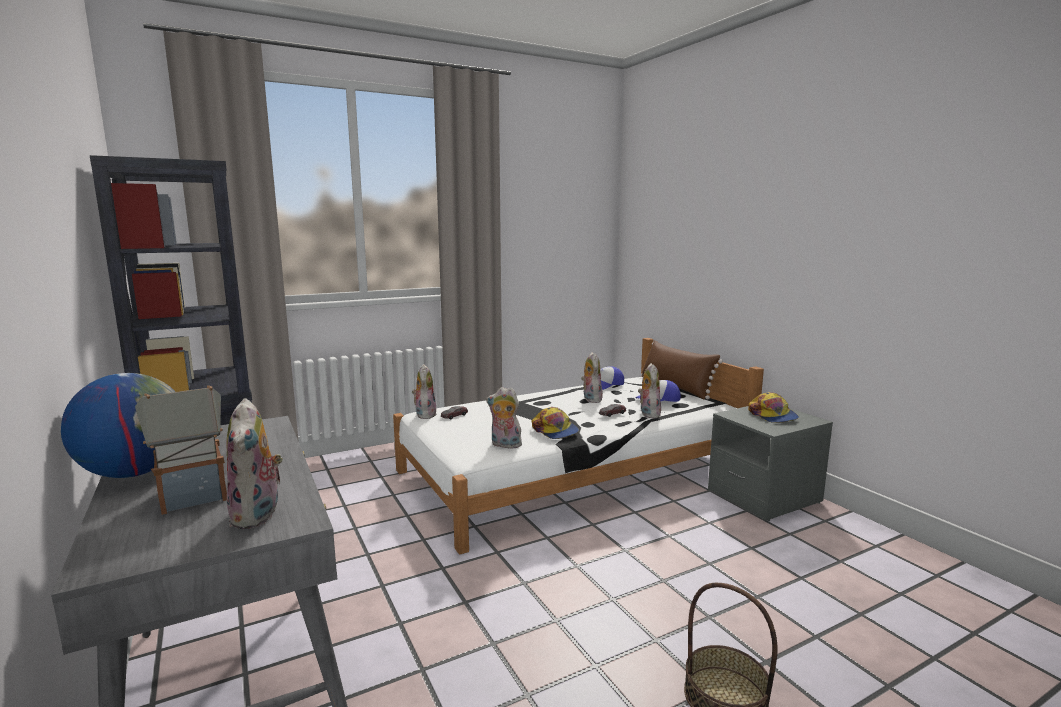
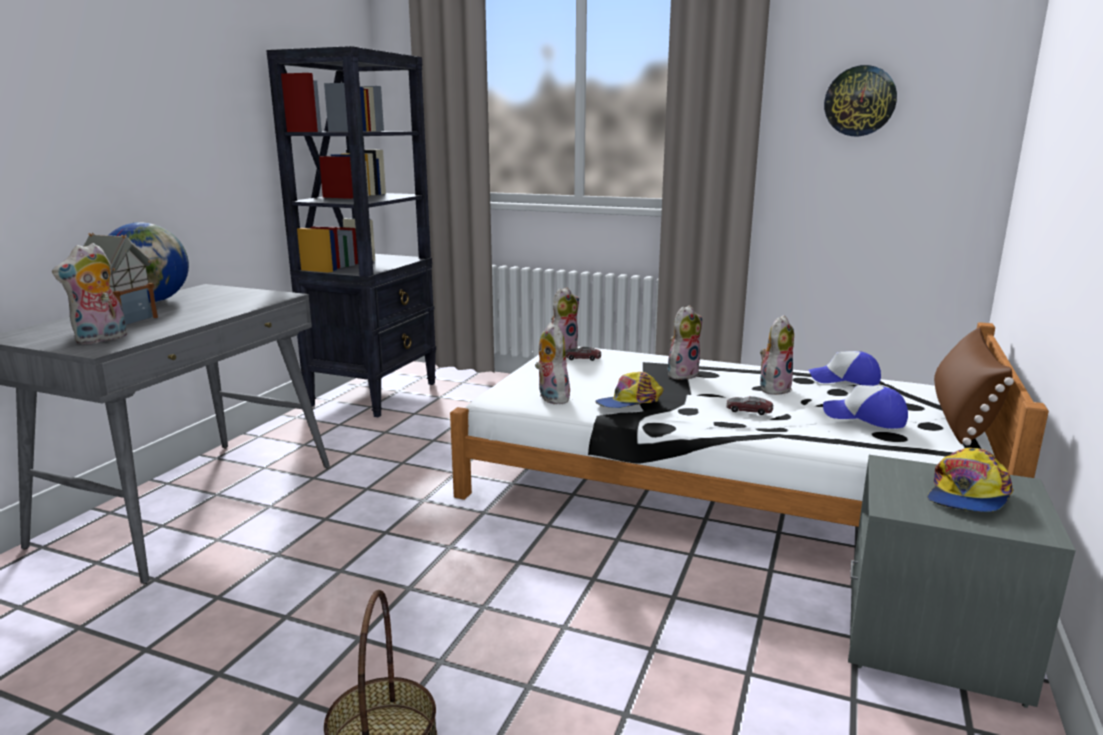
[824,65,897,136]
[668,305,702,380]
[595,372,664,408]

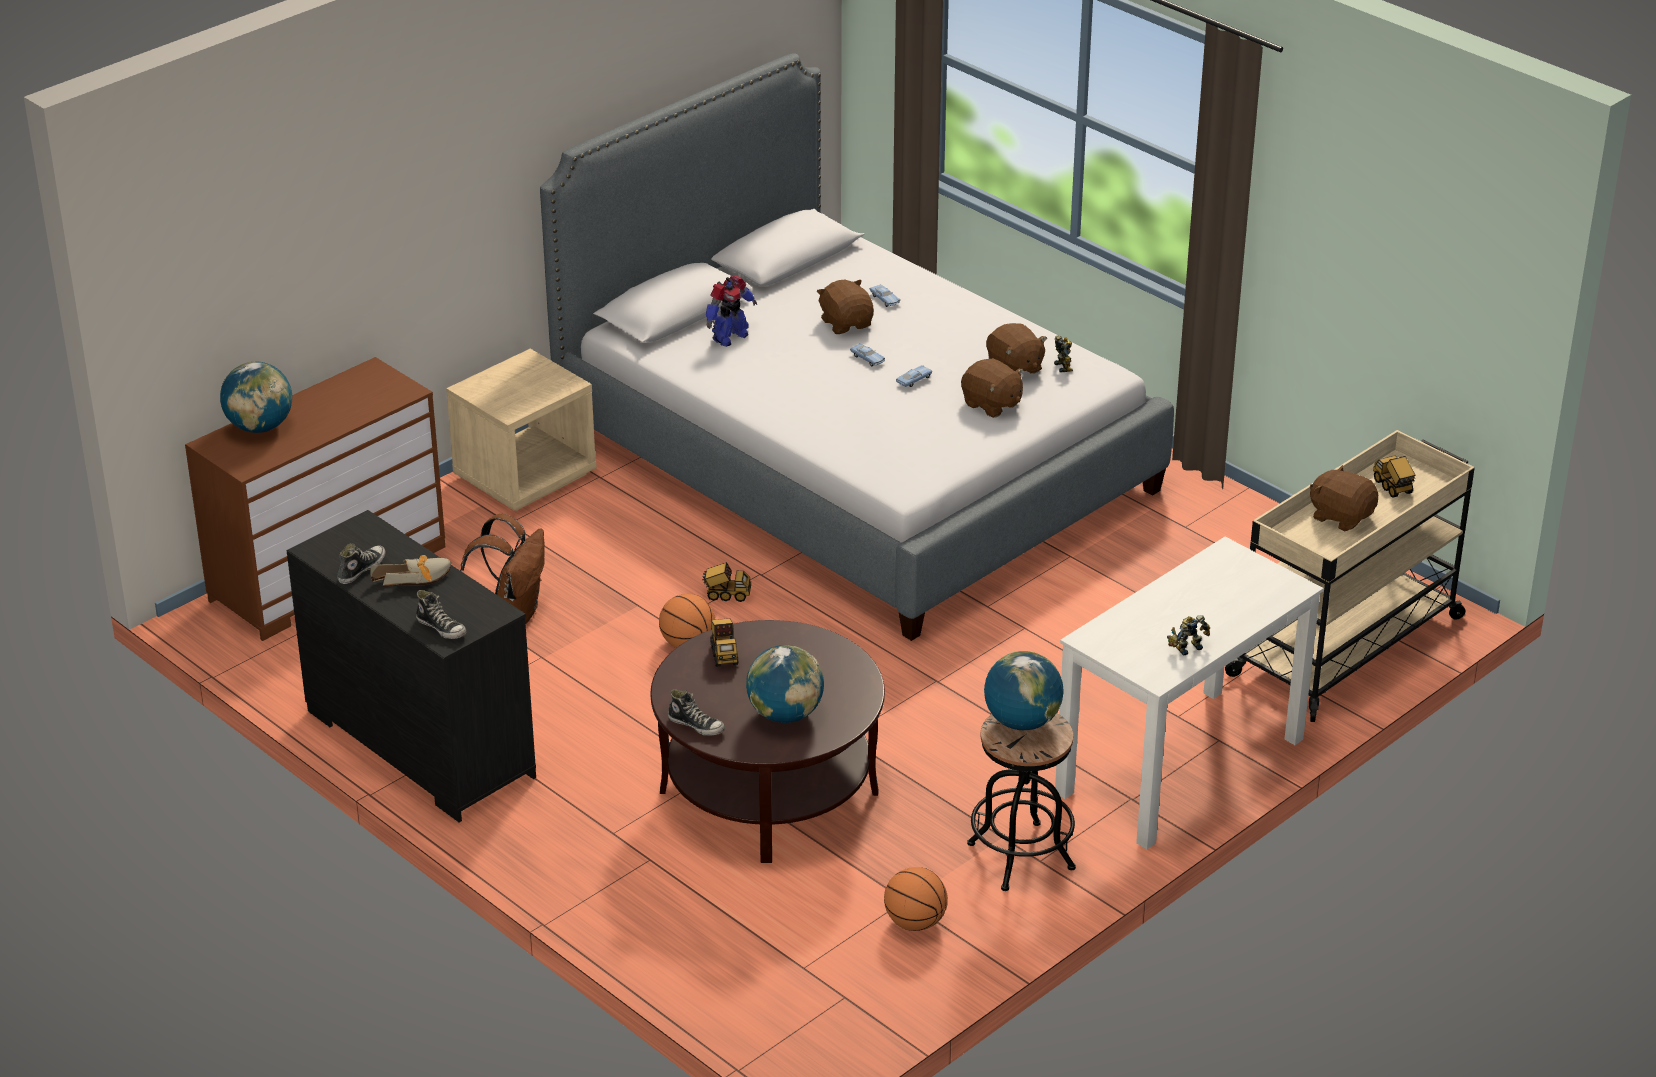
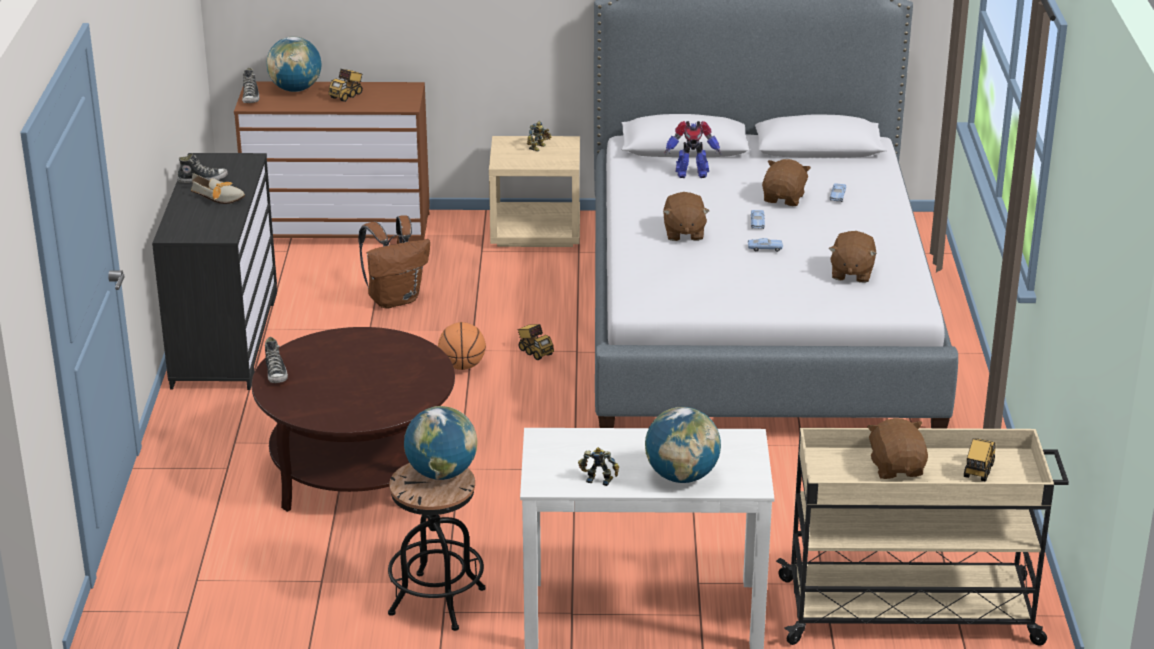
[884,867,948,931] (first image)
[242,68,259,103]
[329,69,363,102]
[645,407,721,483]
[663,192,709,241]
[527,121,551,151]

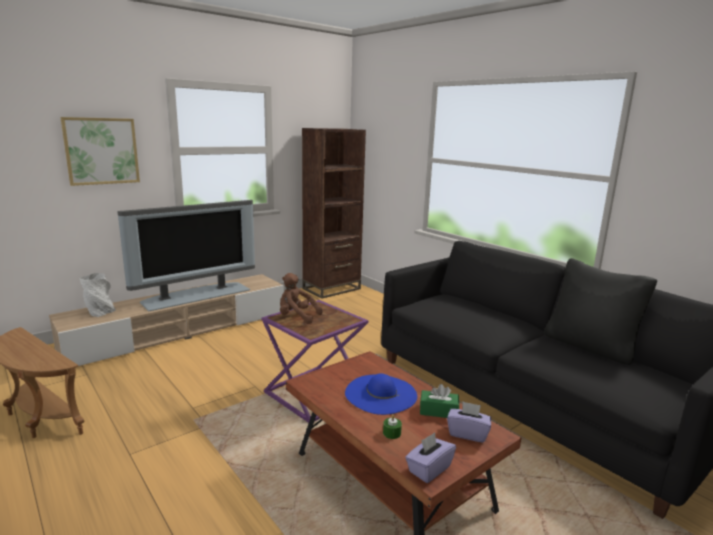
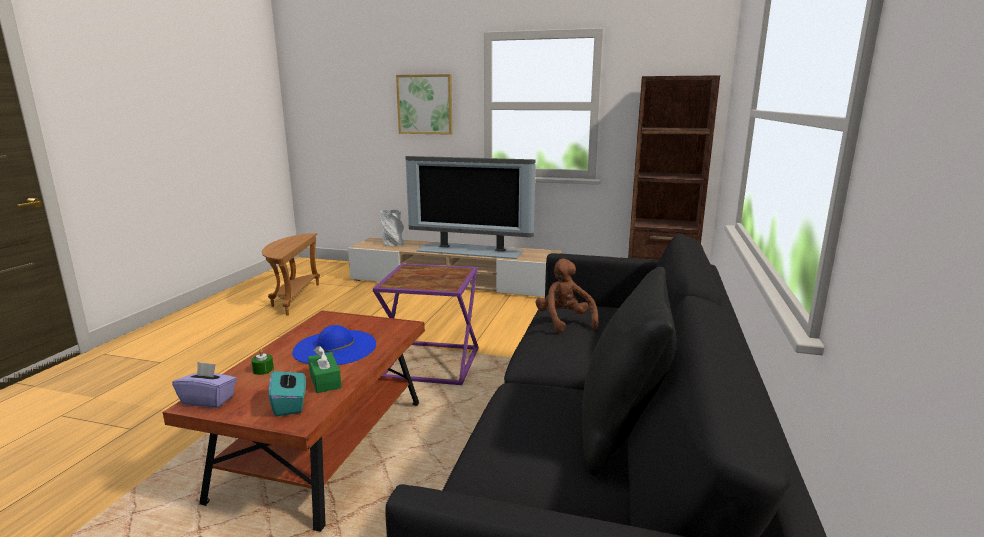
[535,259,598,333]
[268,367,306,416]

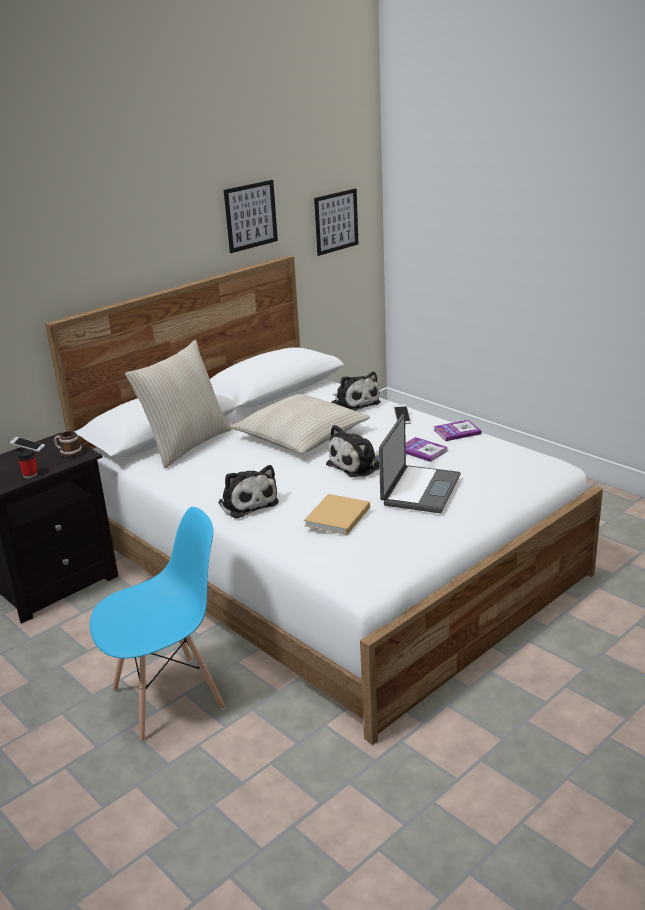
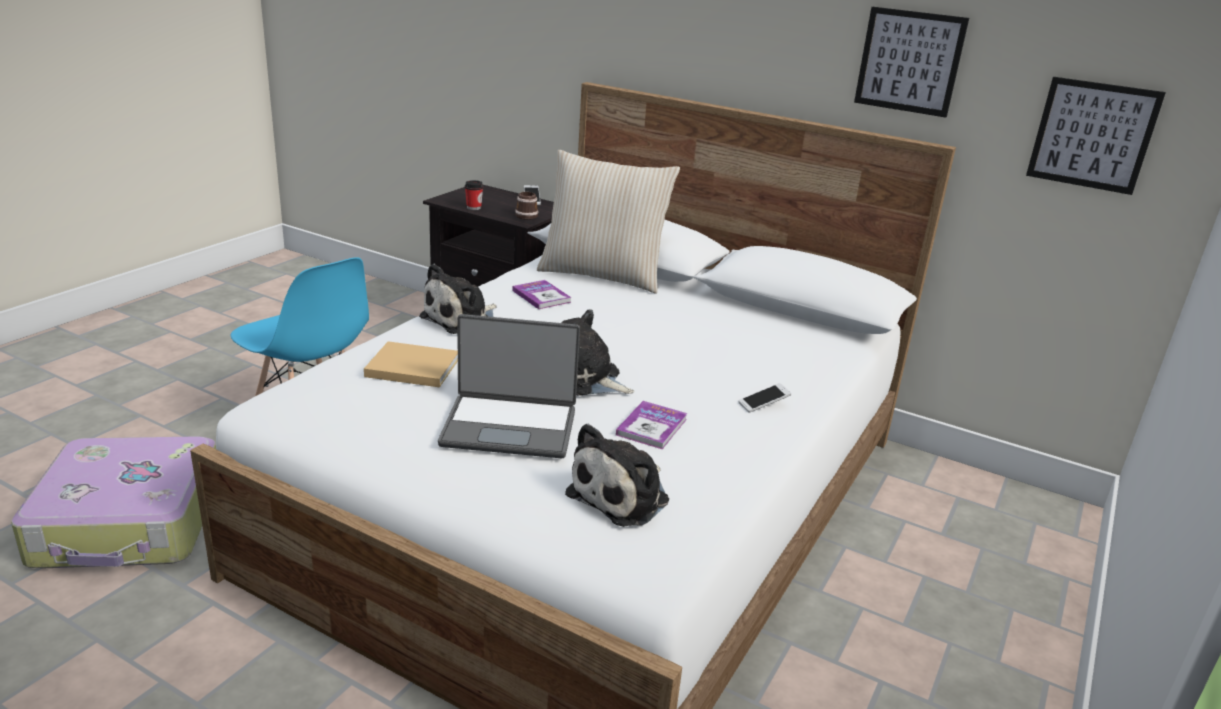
[230,393,370,454] (first image)
[11,436,216,568]
[565,423,669,527]
[512,280,572,309]

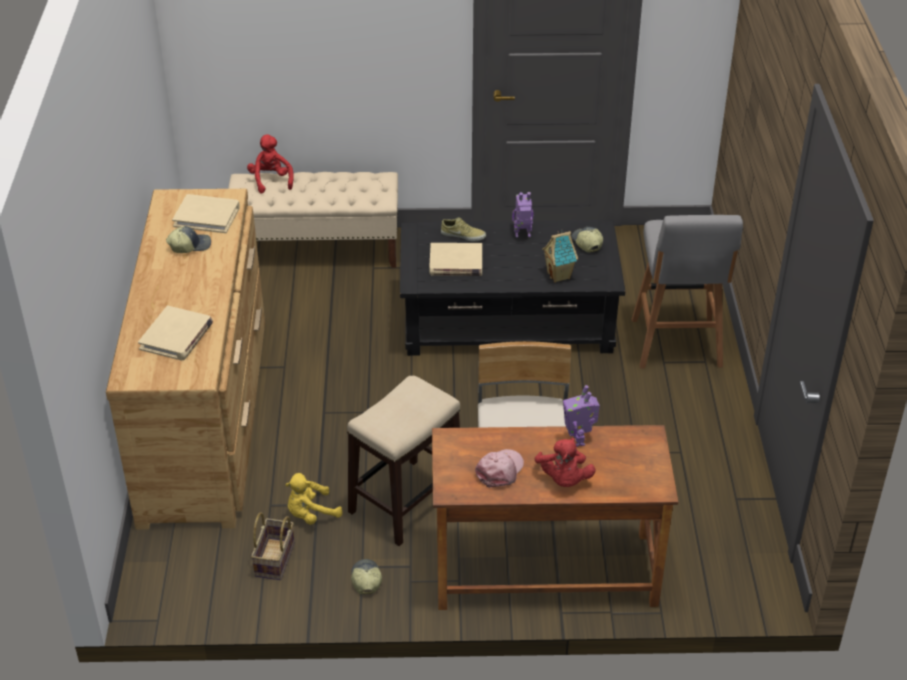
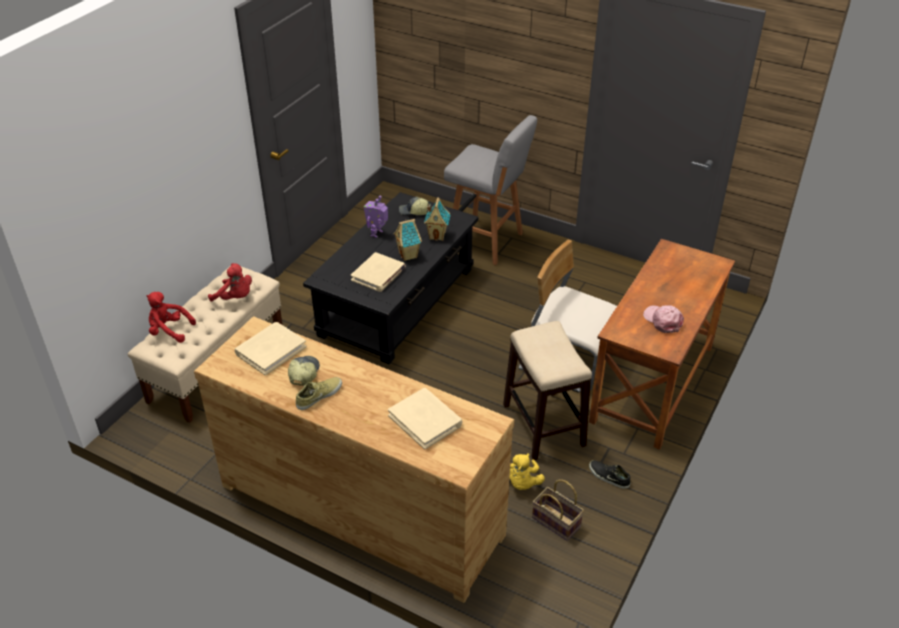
[563,385,600,447] (first image)
[394,217,422,261]
[296,377,342,410]
[208,263,252,302]
[589,460,631,489]

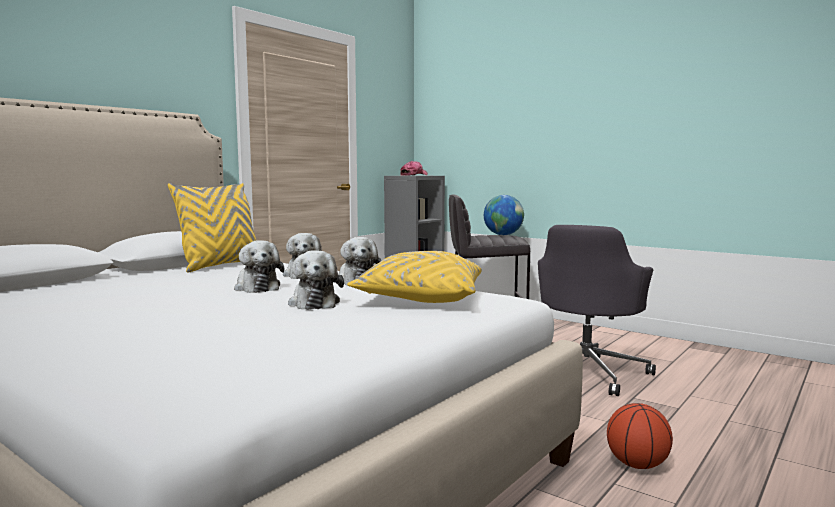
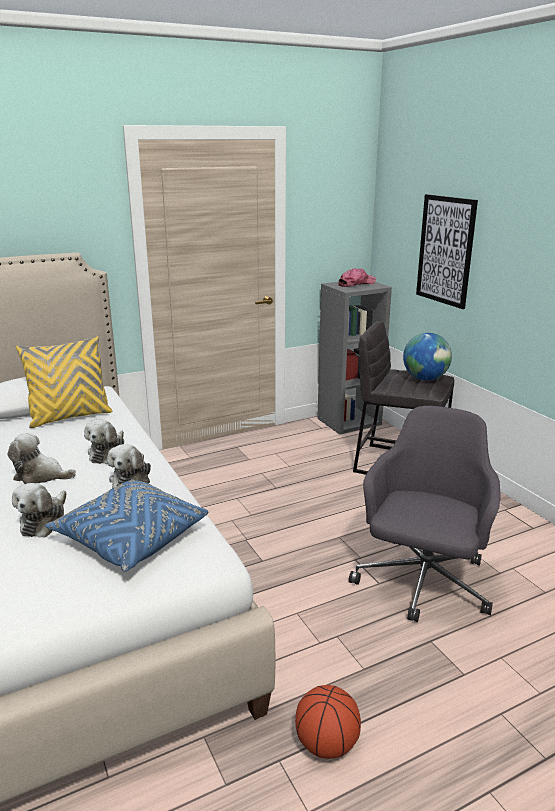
[416,194,478,309]
[45,479,208,572]
[8,433,76,484]
[349,406,500,622]

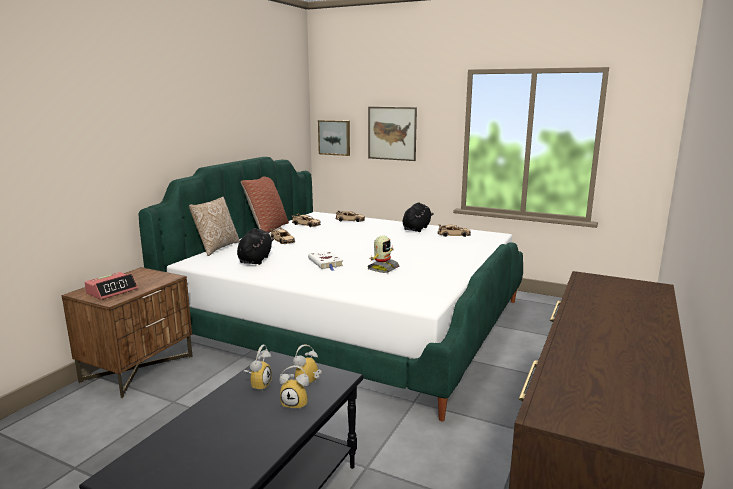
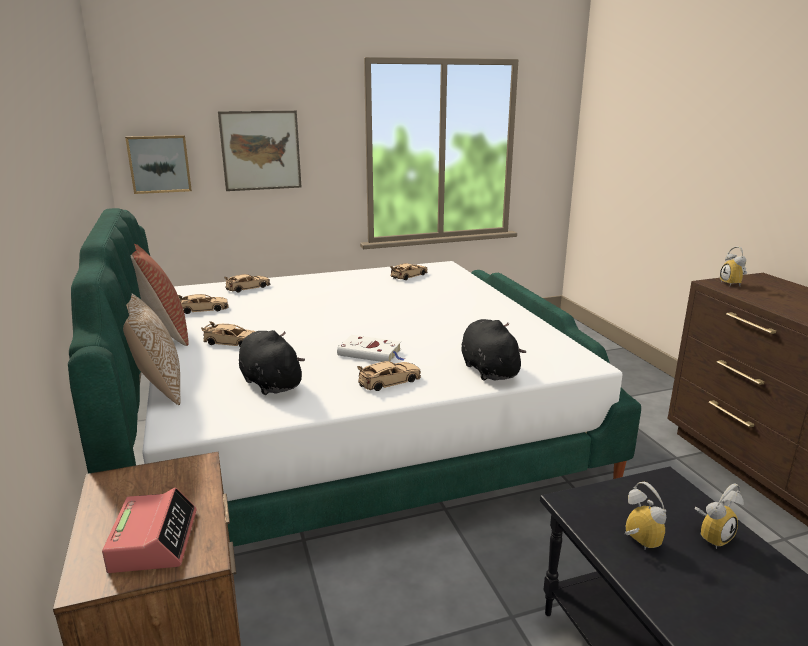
[368,235,399,273] (first image)
[357,361,421,391]
[720,246,747,286]
[461,319,526,381]

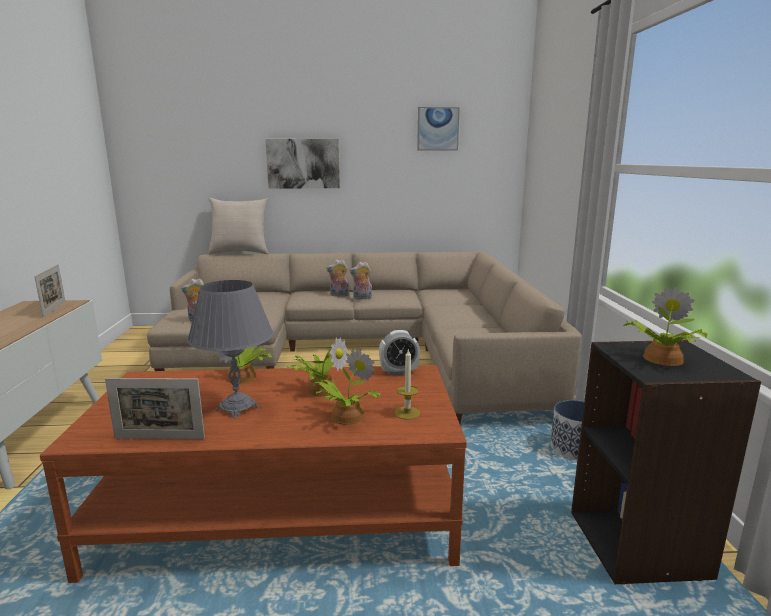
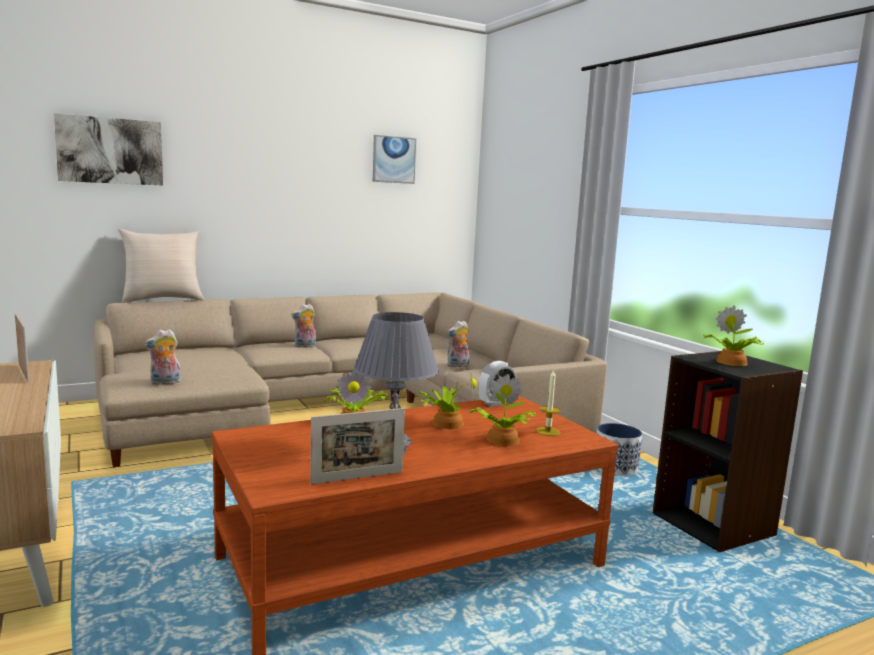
[54,113,163,186]
[447,320,469,367]

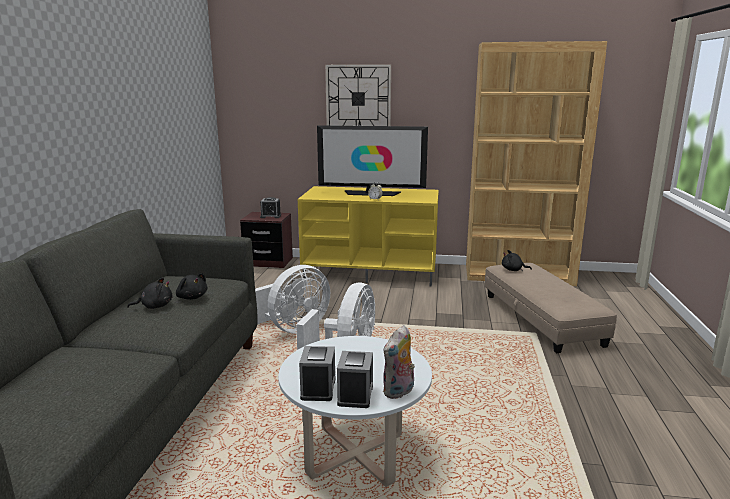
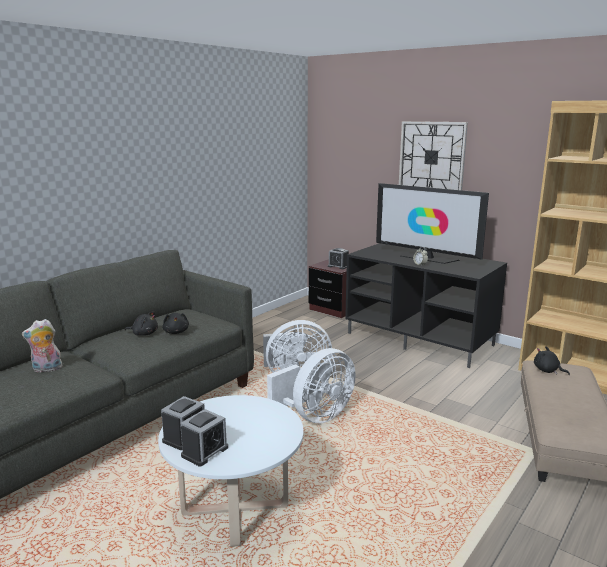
[22,319,63,373]
[345,243,507,368]

